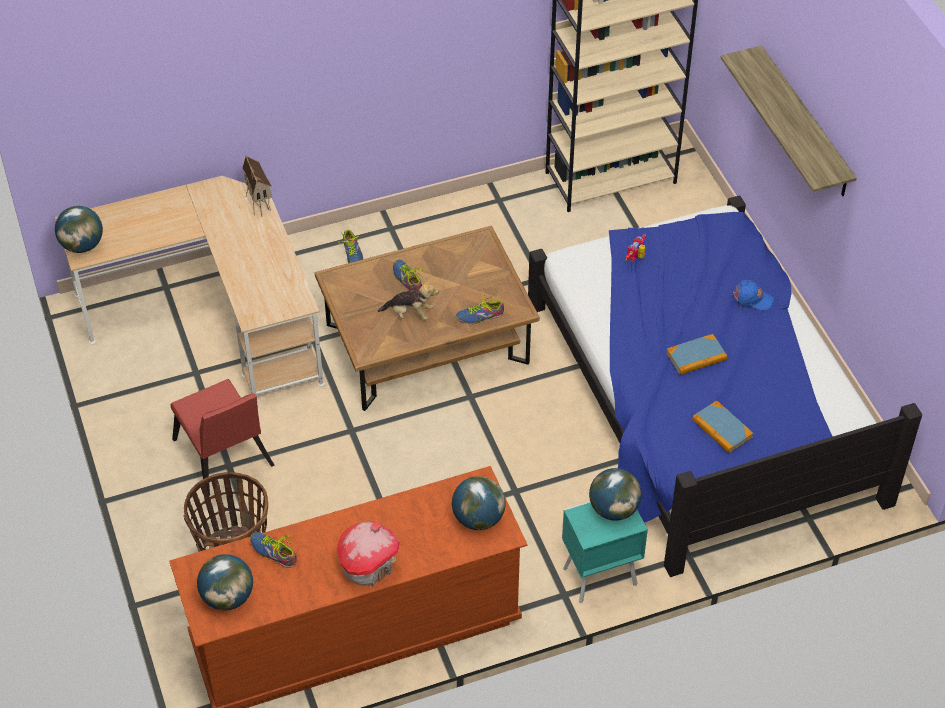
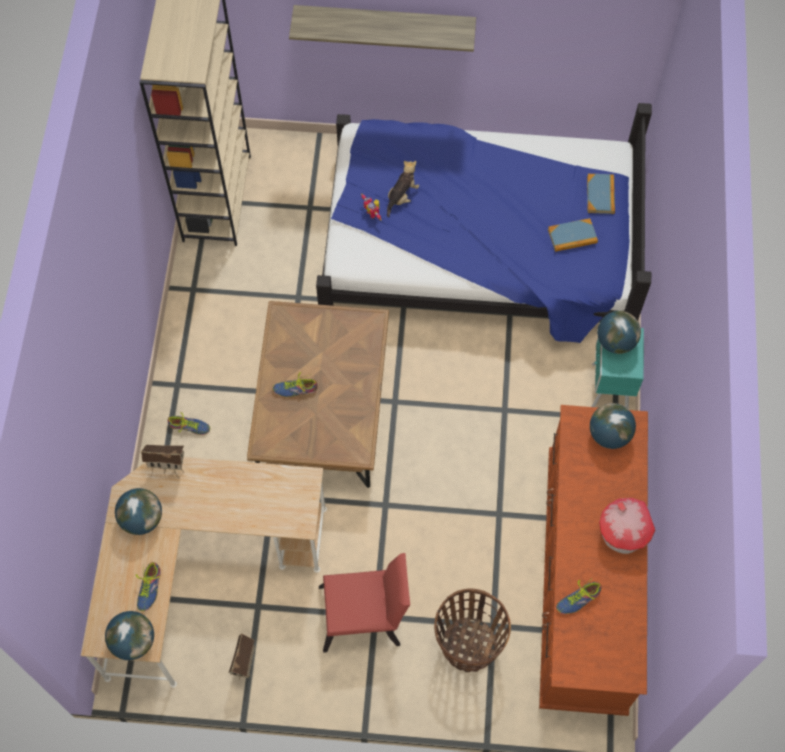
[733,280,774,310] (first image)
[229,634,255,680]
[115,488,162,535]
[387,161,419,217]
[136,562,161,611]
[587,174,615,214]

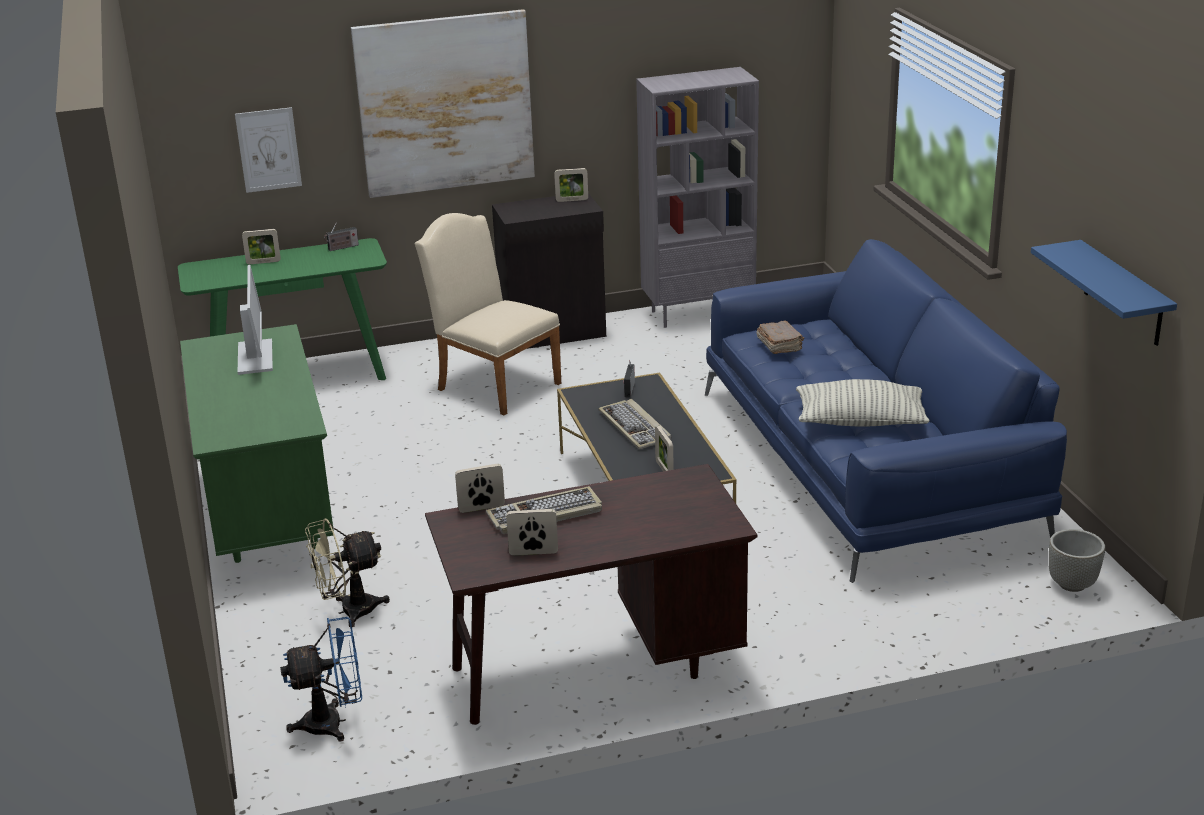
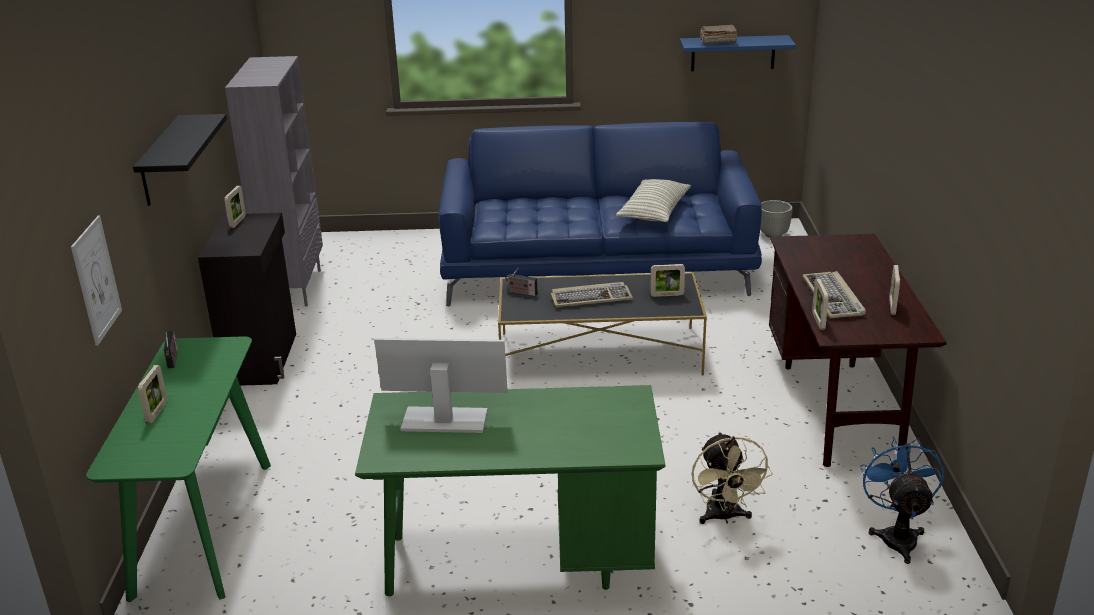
[415,213,561,415] (first image)
[700,25,737,45]
[133,114,227,206]

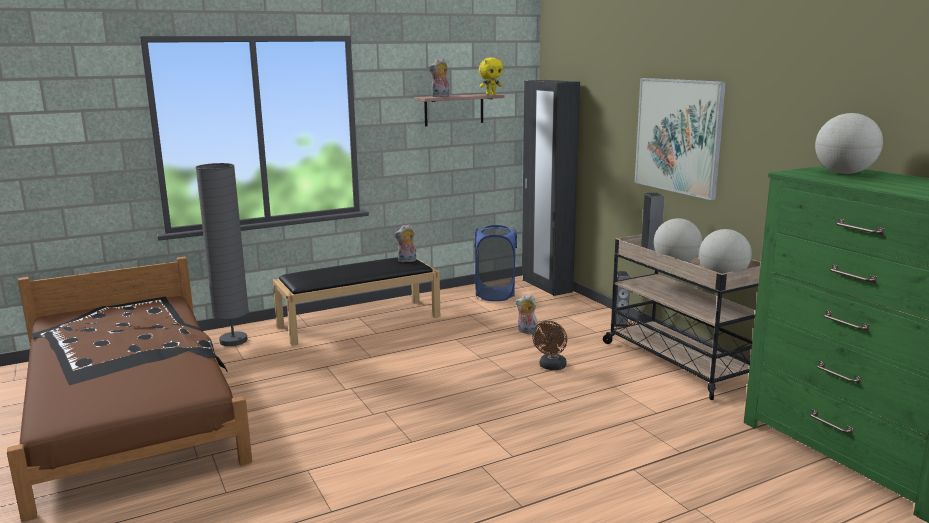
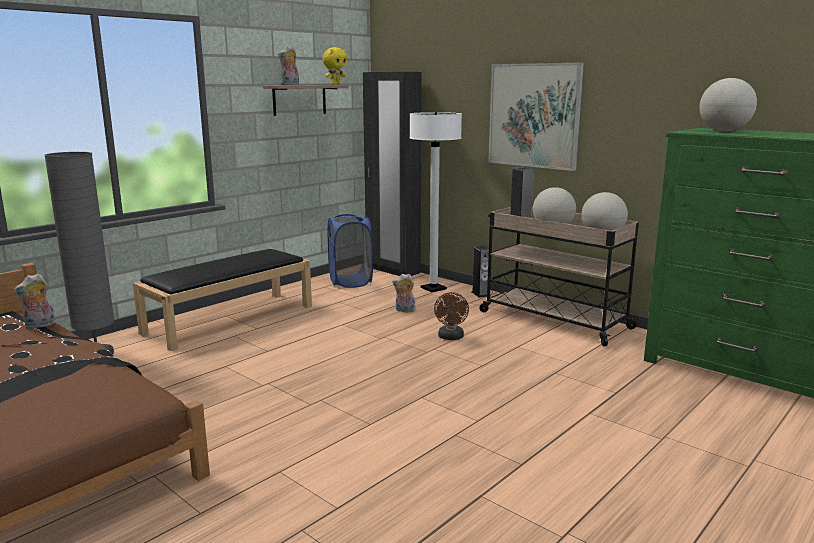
[409,112,462,292]
[13,273,55,329]

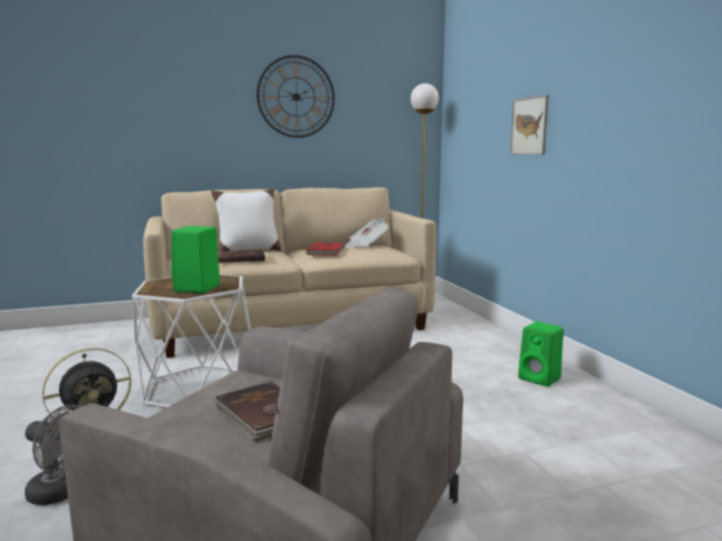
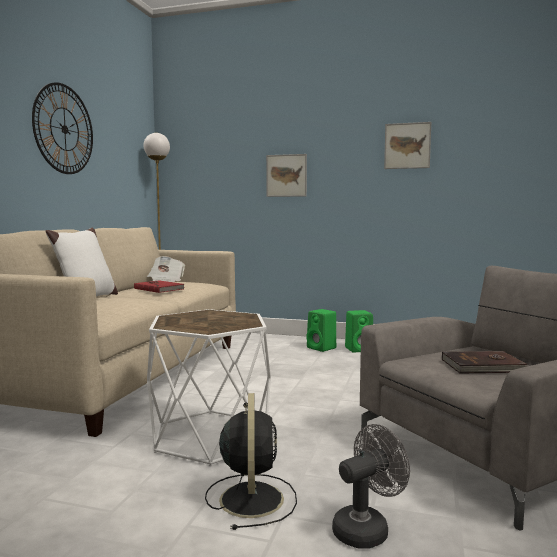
[218,250,265,263] (first image)
[384,122,431,169]
[306,309,336,352]

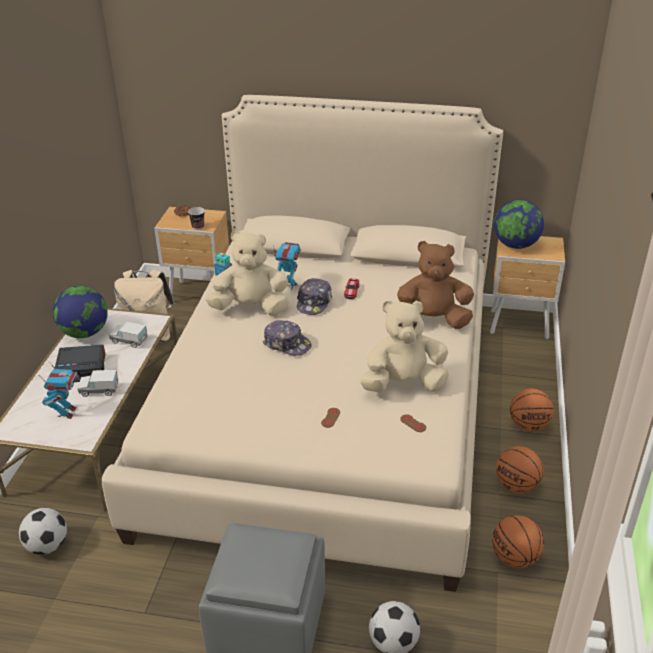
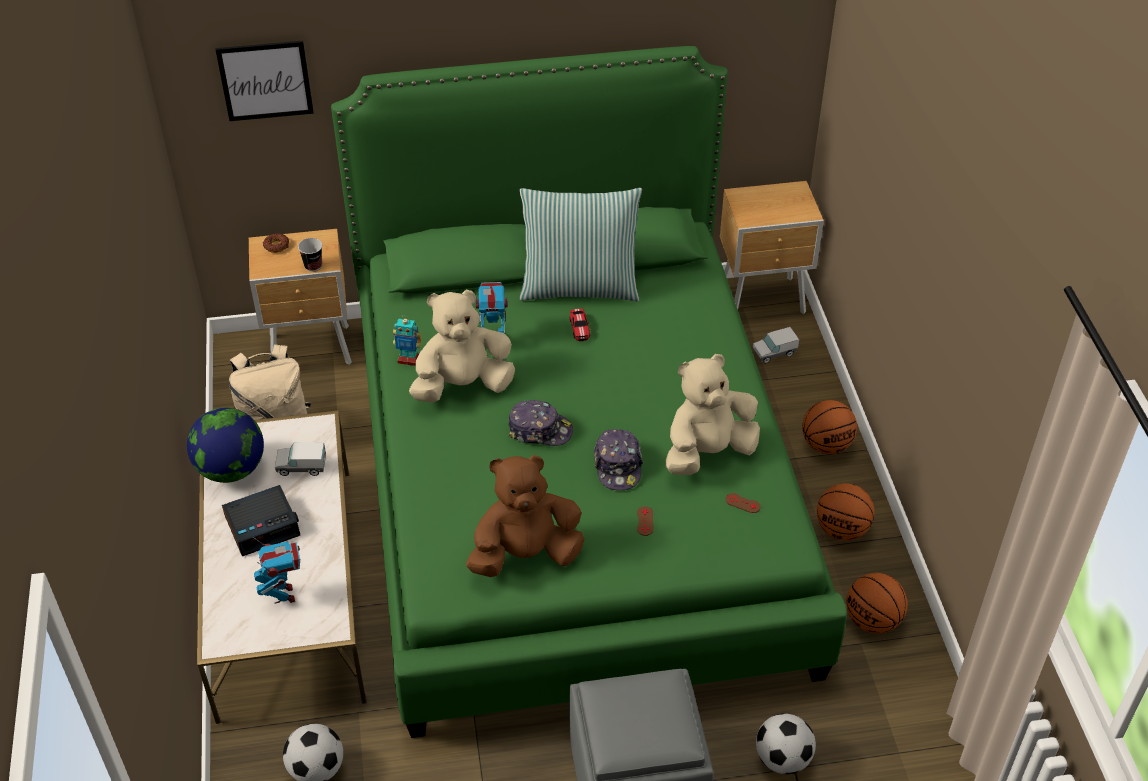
[494,200,544,249] (first image)
[215,41,314,121]
[520,188,642,301]
[753,327,799,363]
[594,429,643,490]
[466,455,585,577]
[331,46,847,738]

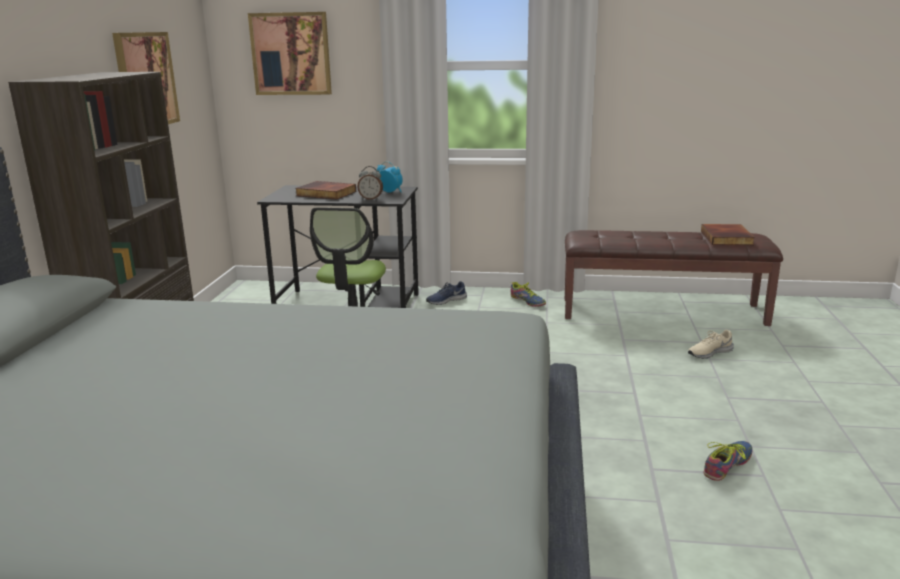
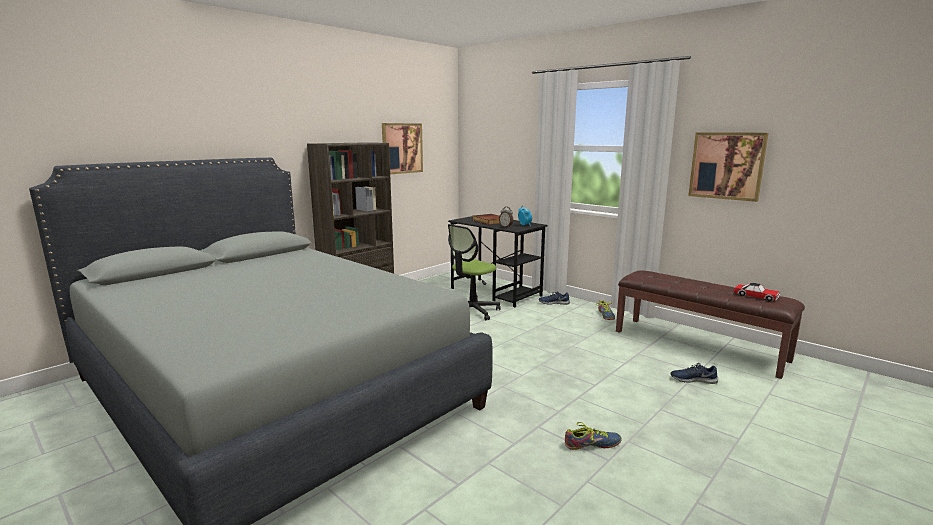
[688,133,769,202]
[733,283,780,301]
[671,363,718,384]

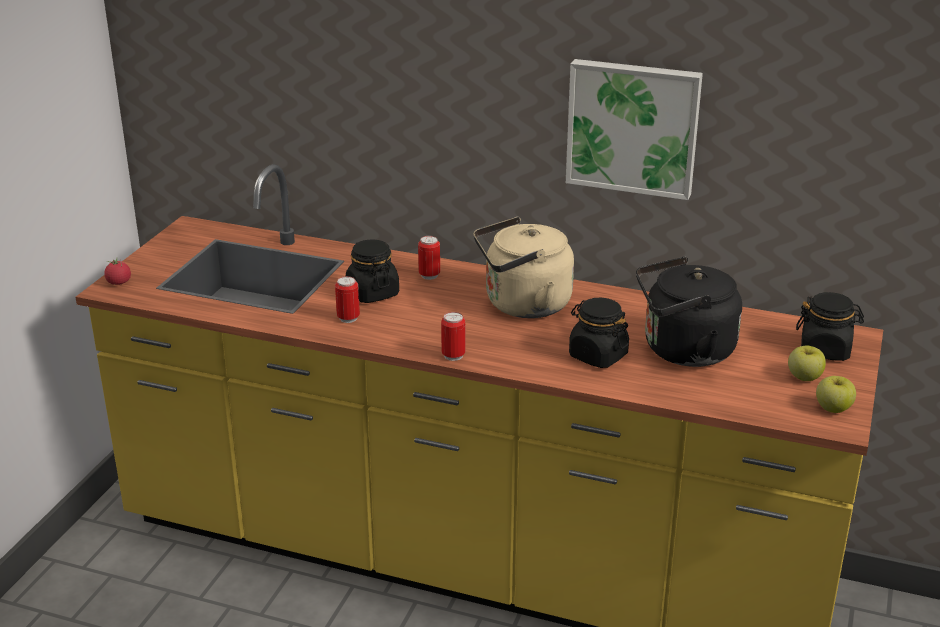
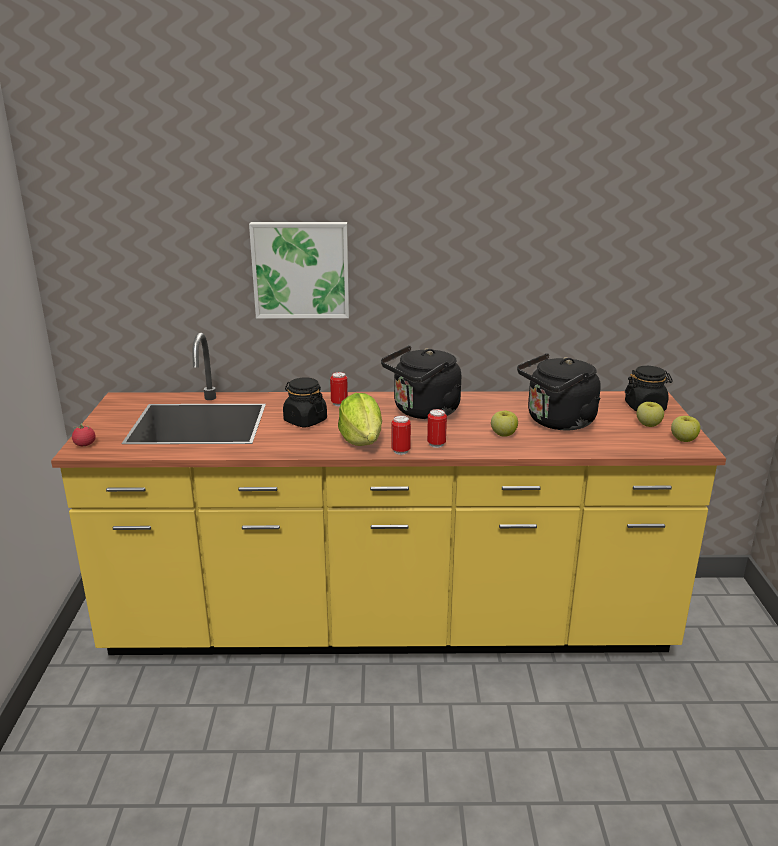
[338,393,382,446]
[427,409,447,448]
[249,222,349,319]
[491,411,518,437]
[381,345,461,419]

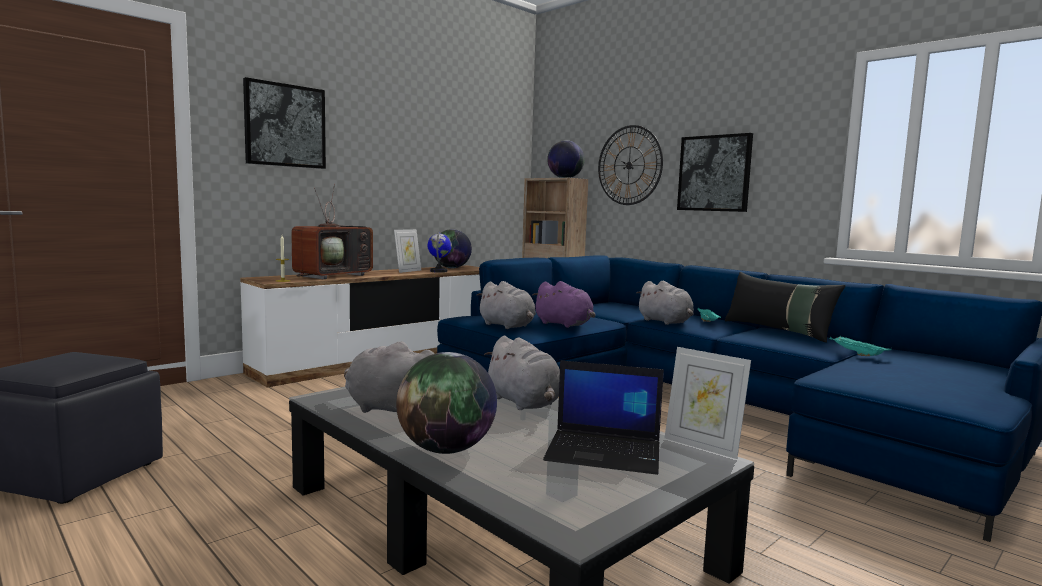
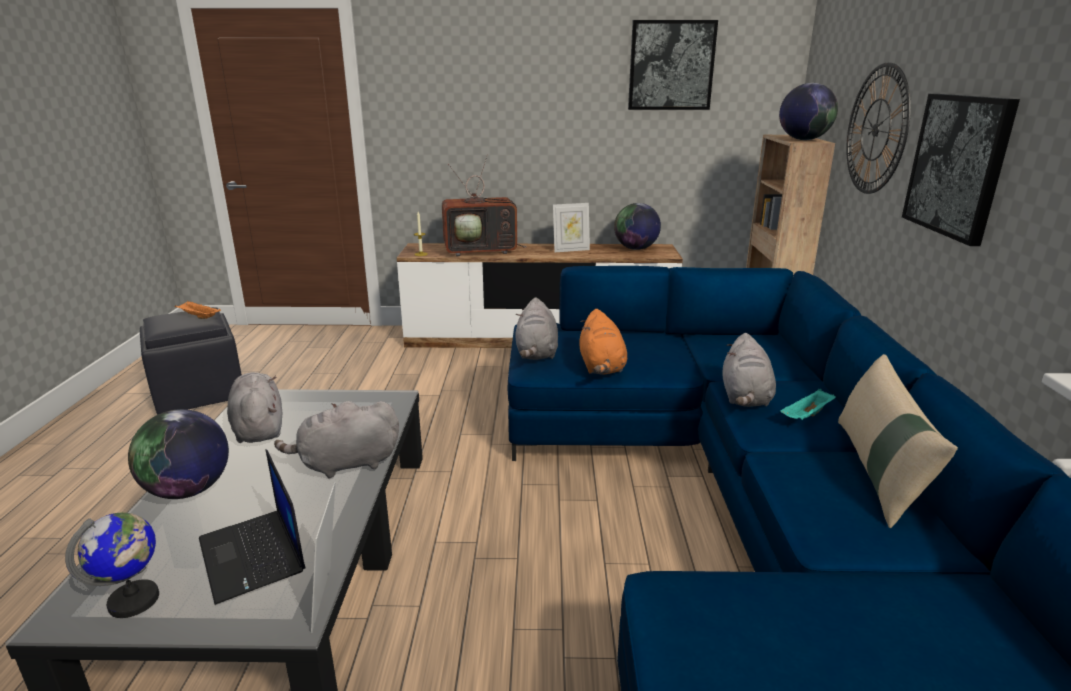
[829,336,892,356] (first image)
[175,301,221,319]
[628,20,718,110]
[65,512,159,618]
[579,309,627,375]
[838,354,958,528]
[274,401,399,479]

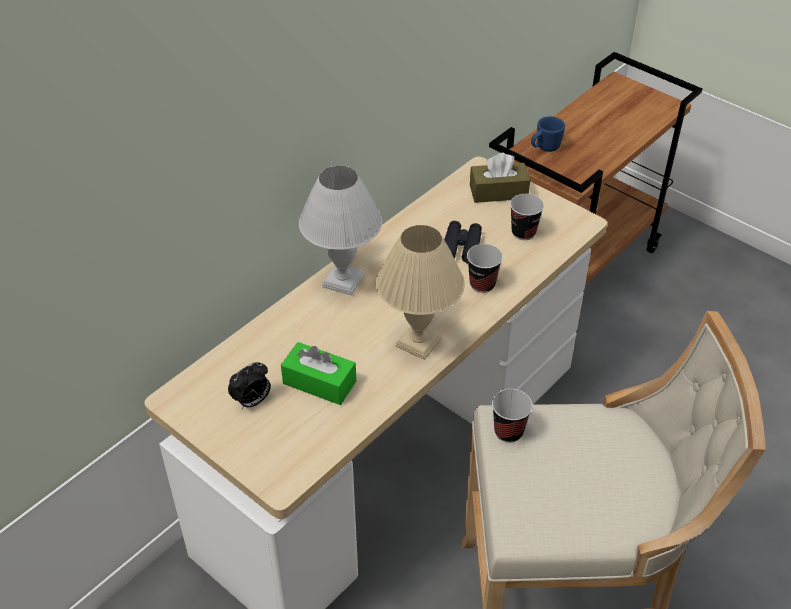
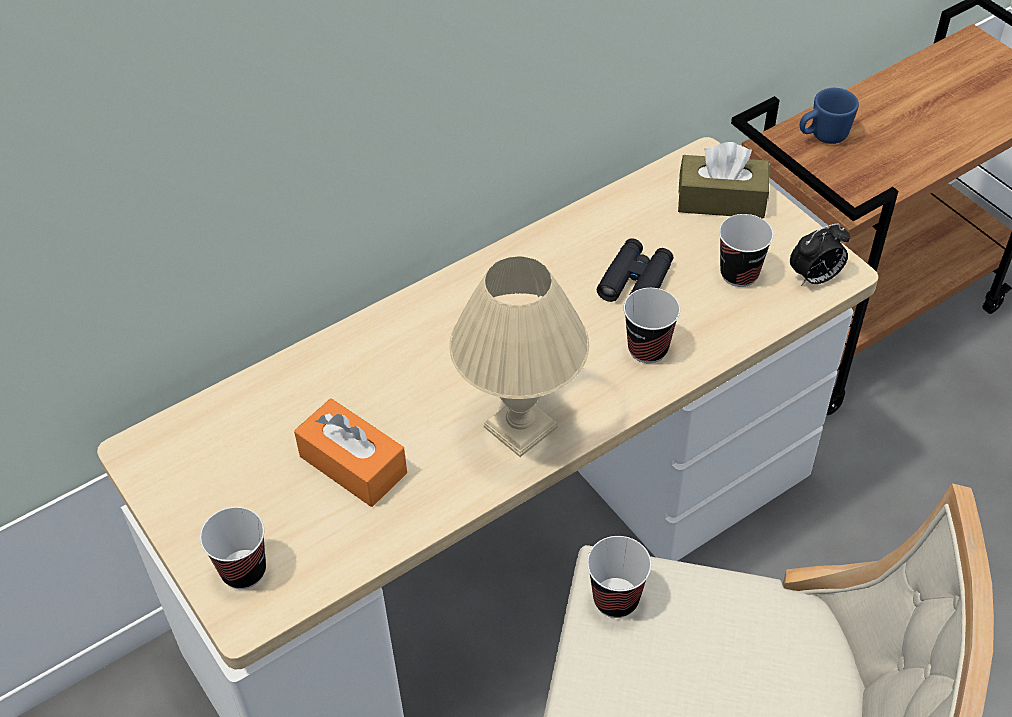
[299,166,382,295] (first image)
[200,507,266,589]
[790,223,850,286]
[294,398,407,507]

